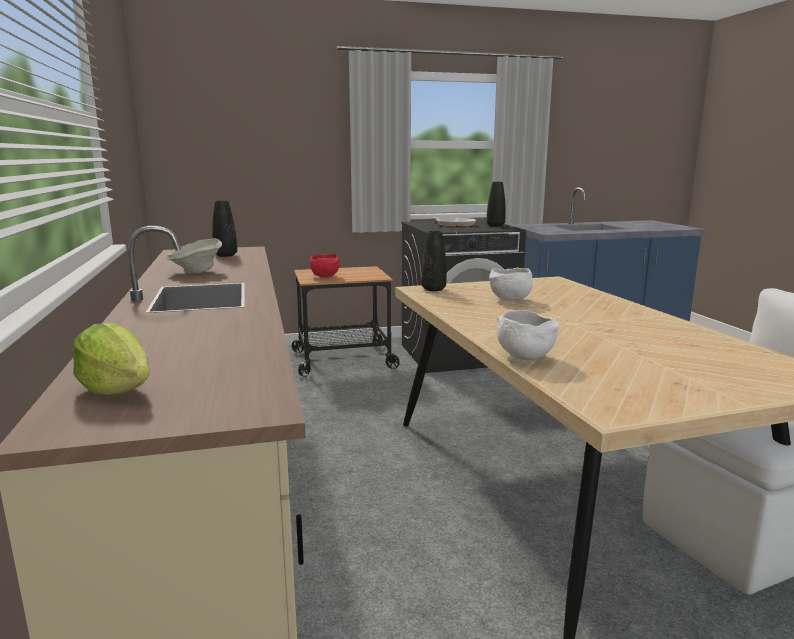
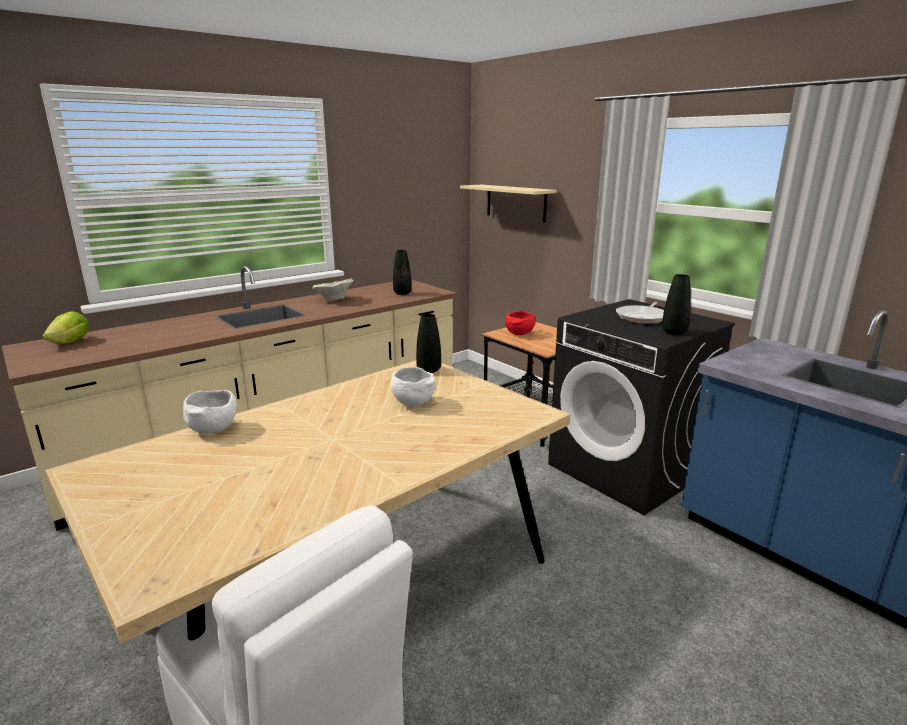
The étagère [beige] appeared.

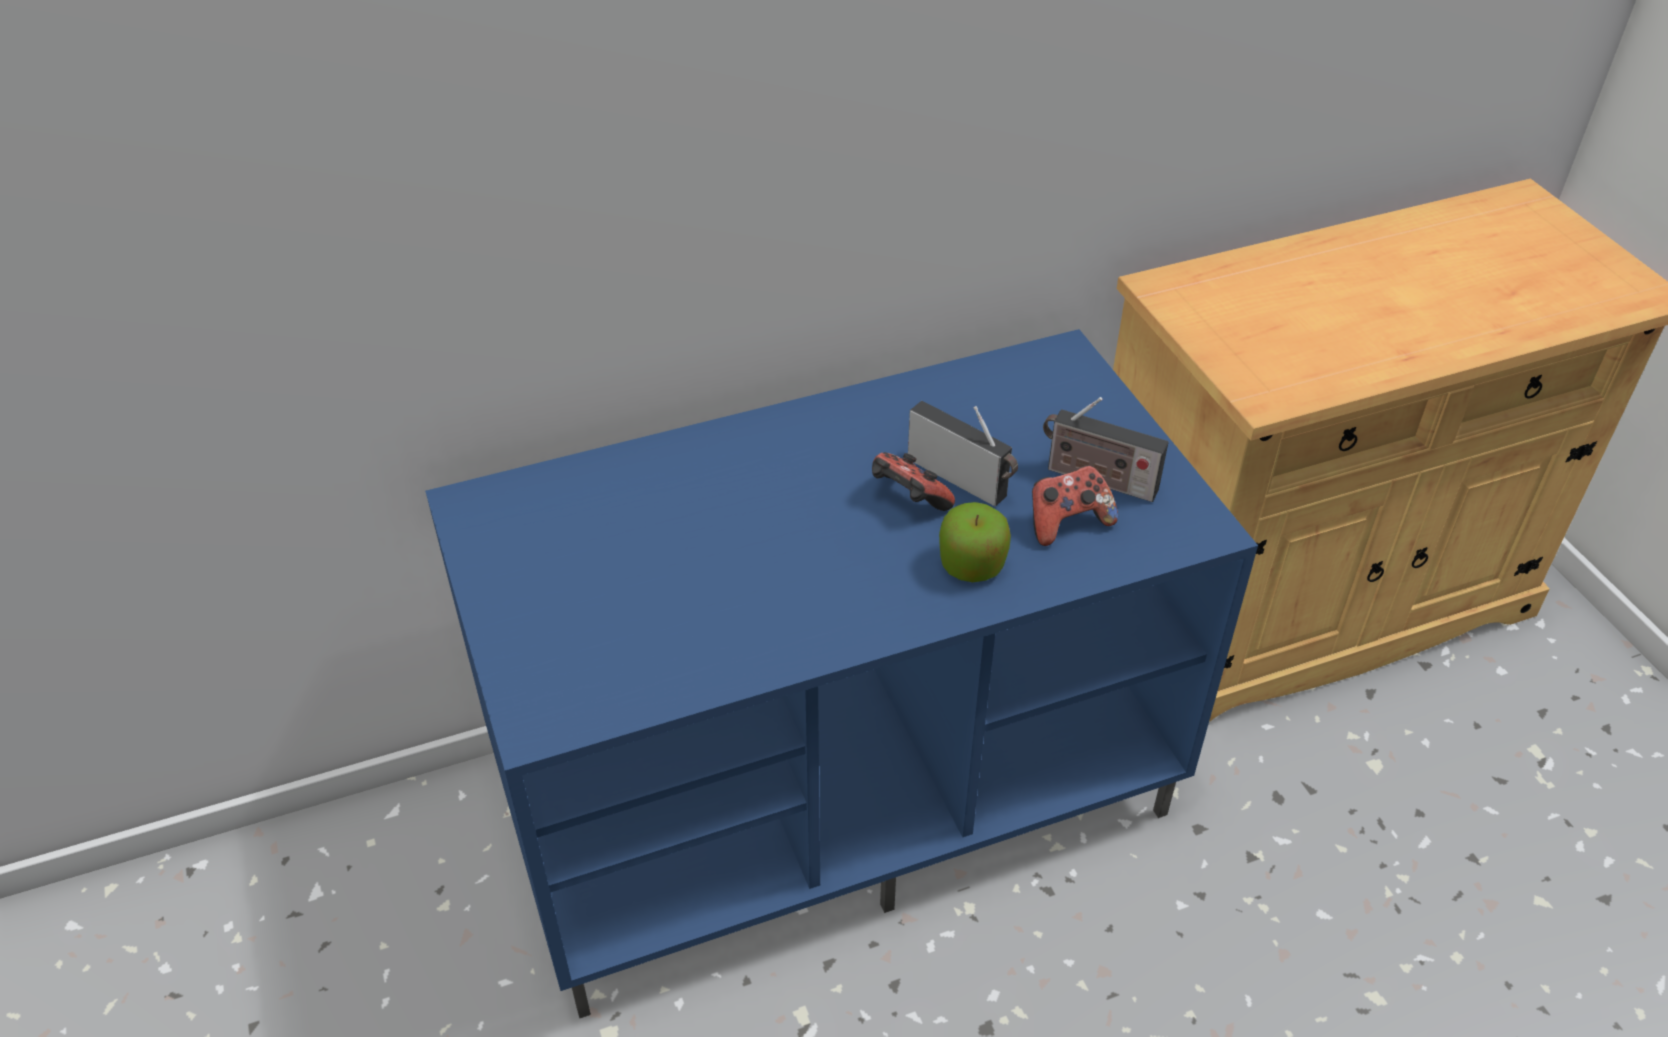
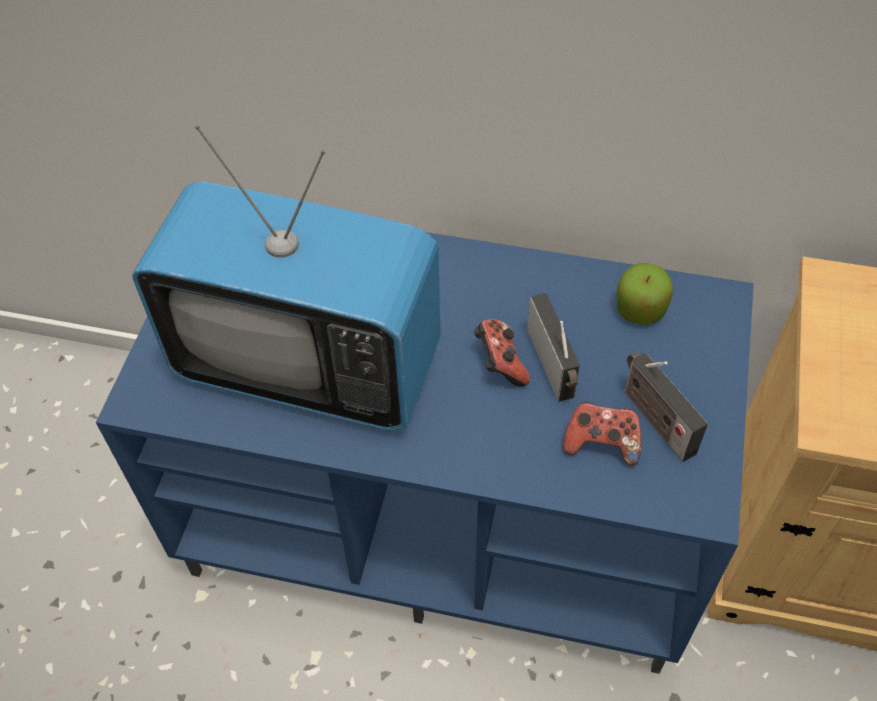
The téléviseur appeared.
The pomme moved.

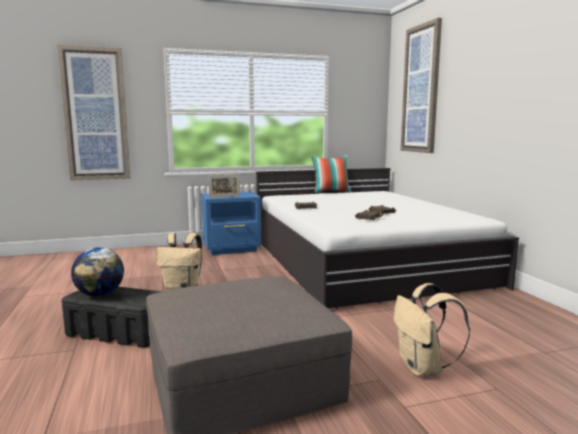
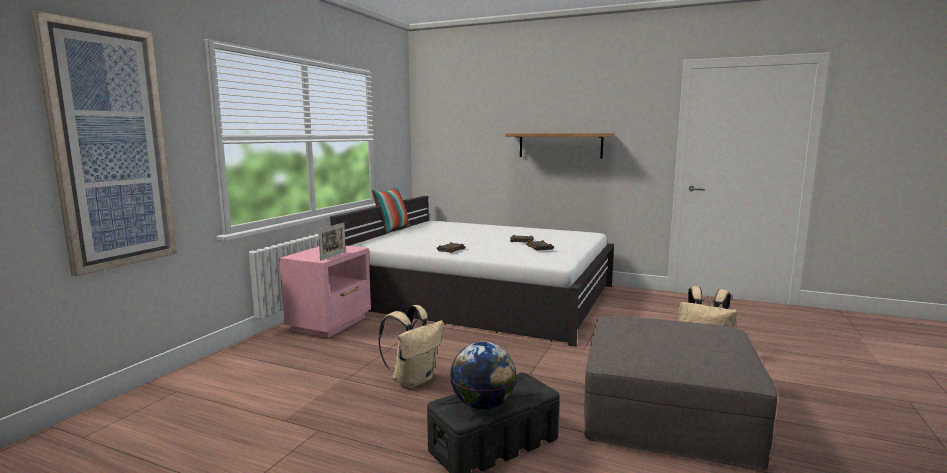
The table de chevet [bleu] became the table de chevet [rose].
The étagère appeared.
The tableau (2nd from left) disappeared.

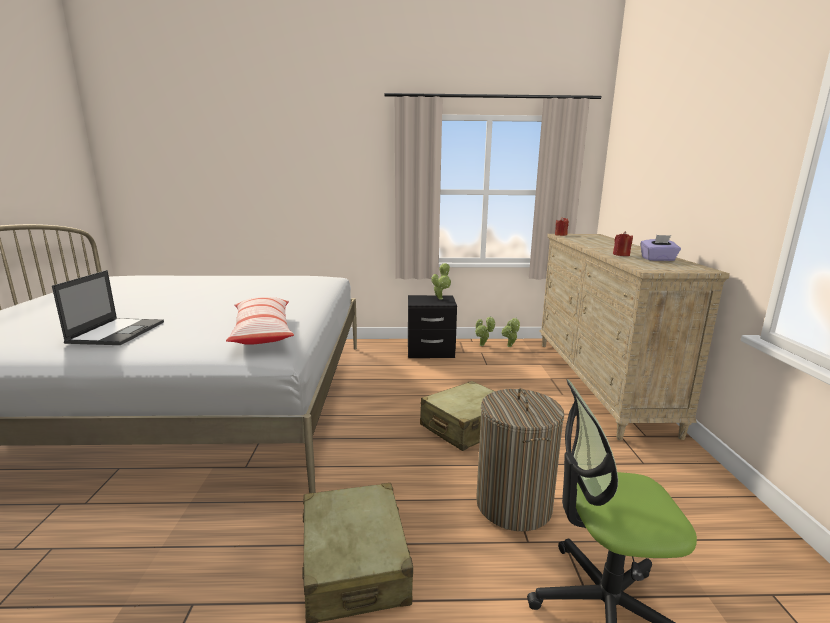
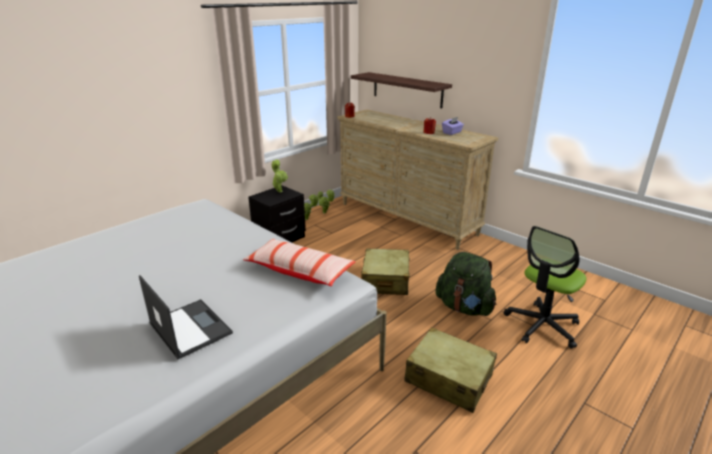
The étagère appeared.
The panier à linge was replaced by the sac à dos [vert].

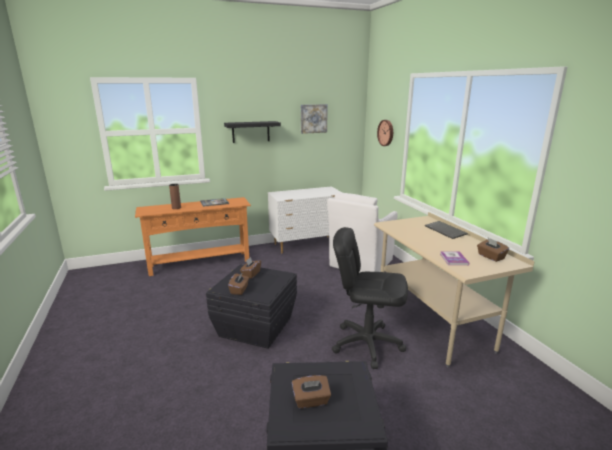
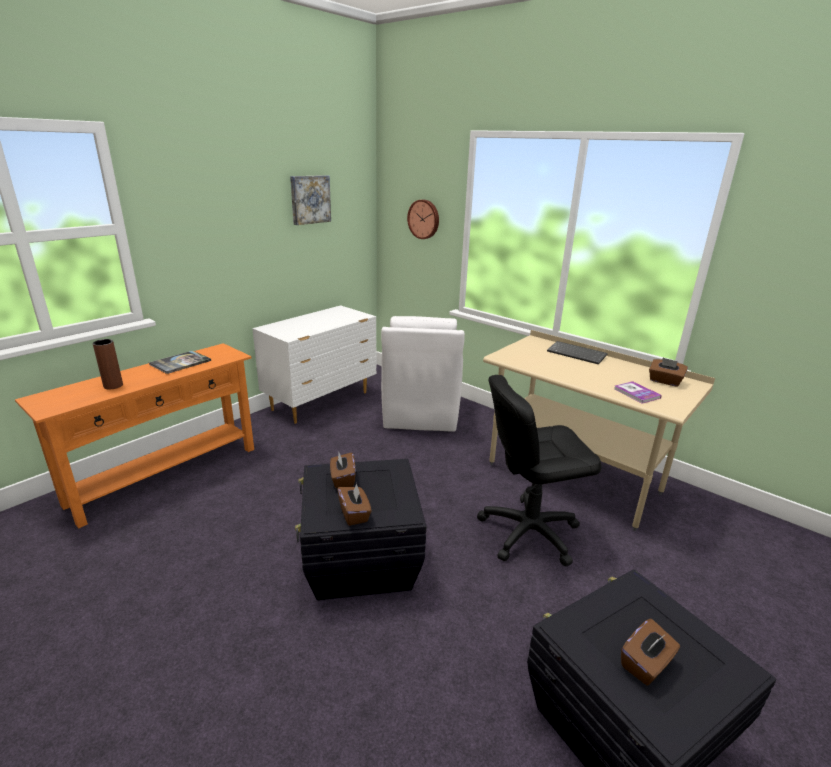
The étagère [noir] disappeared.

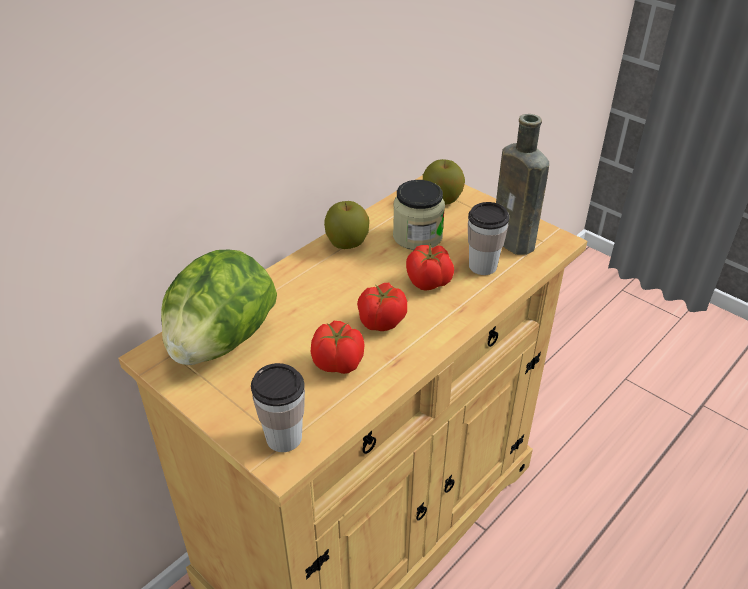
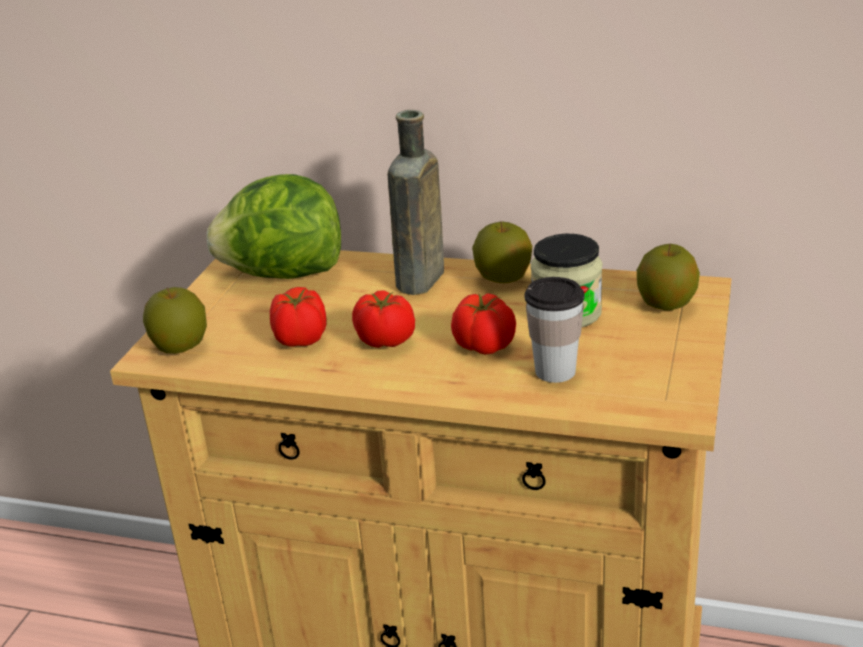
The tasse (1st from left) was replaced by the pomme (1st from left).
The bouteille [marron] moved.

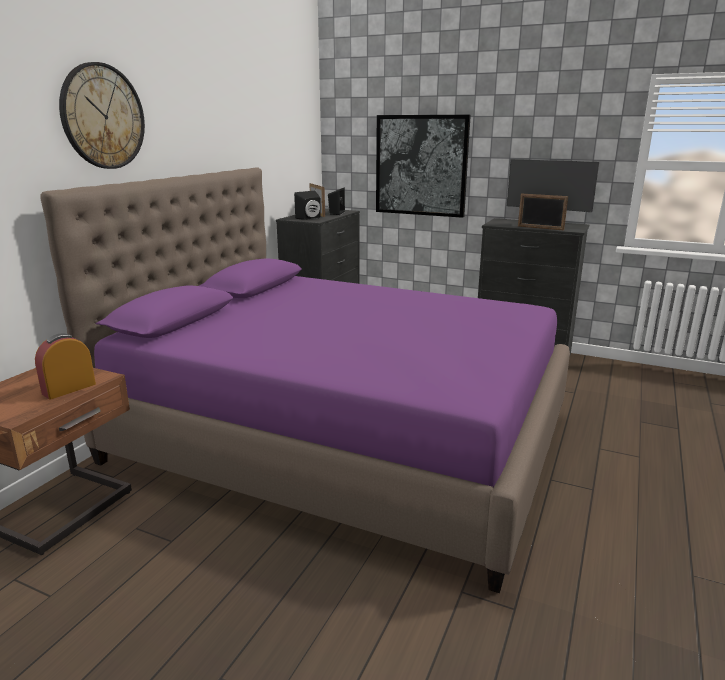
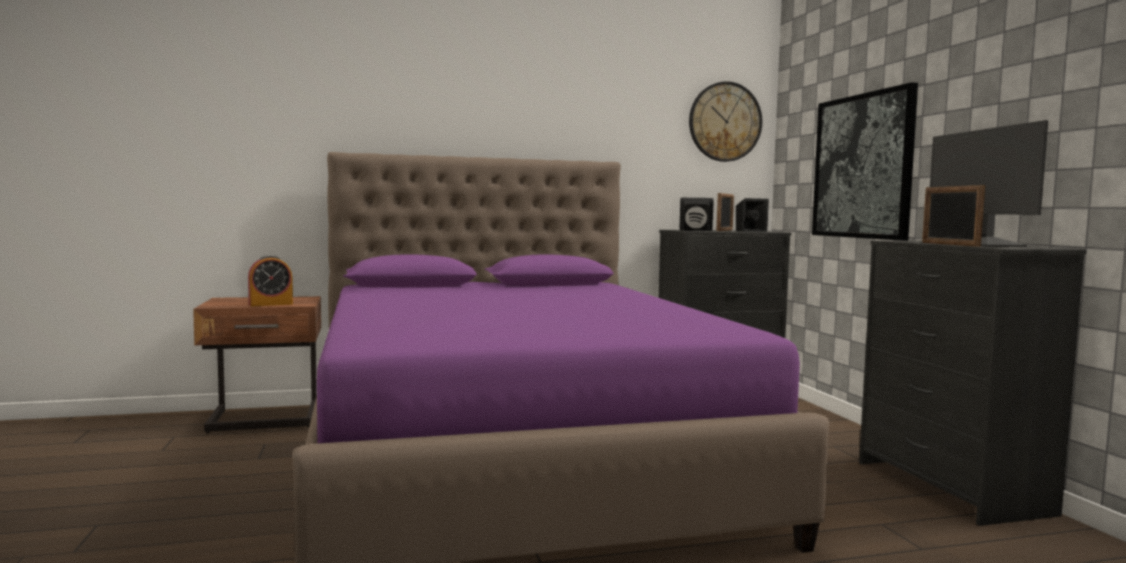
The réveil turned 150 degrees clockwise.
The horloge murale moved.

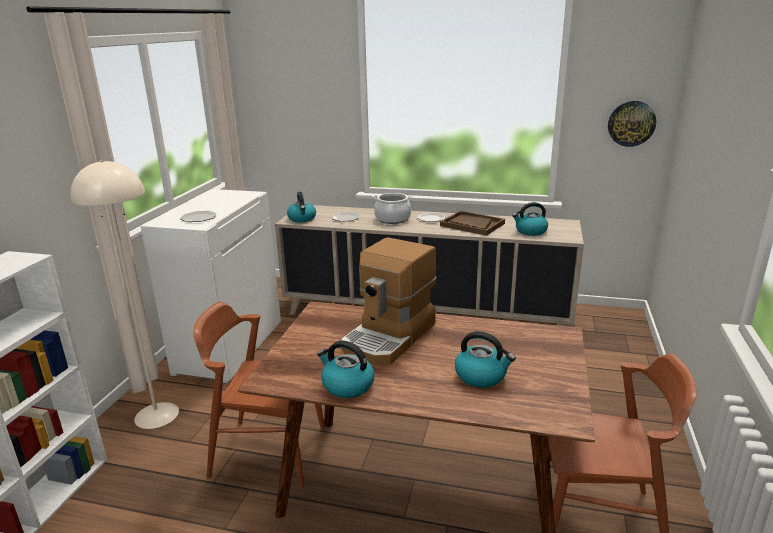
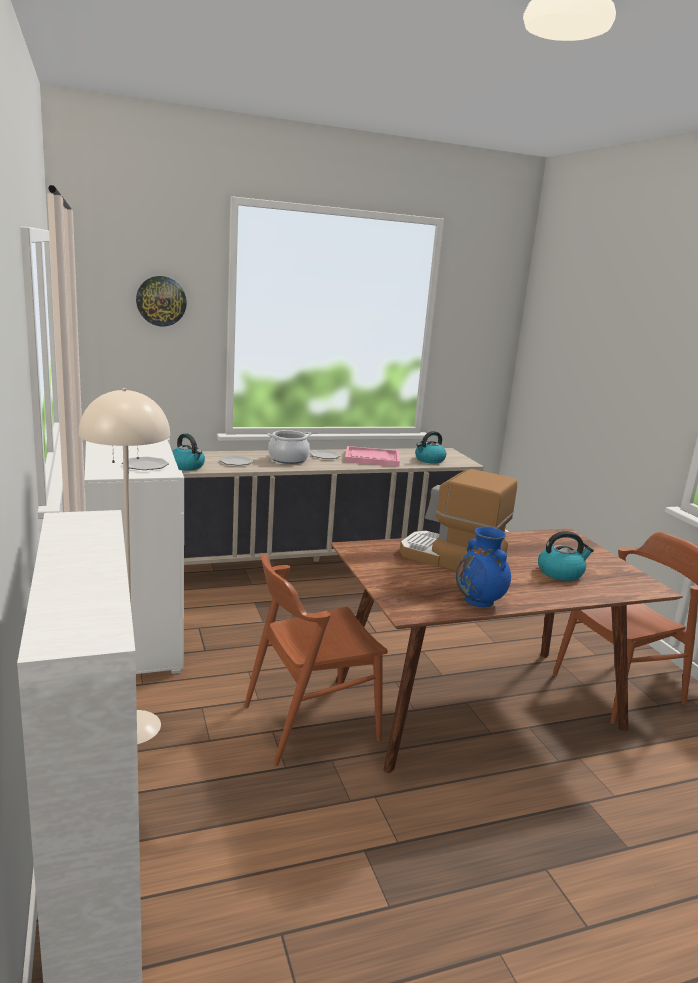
The horloge murale moved.
The plateau [marron] became the plateau [rose].
The machine à café turned 120 degrees clockwise.
The bouilloire (2nd from left) was replaced by the vase [bleu].

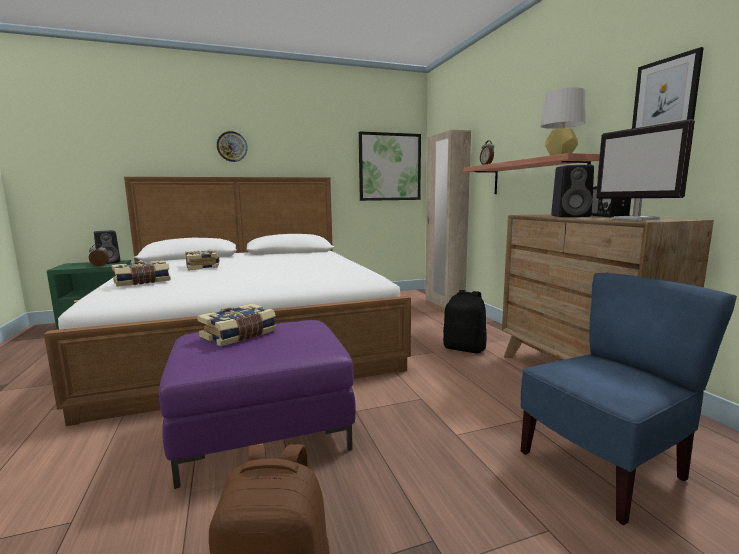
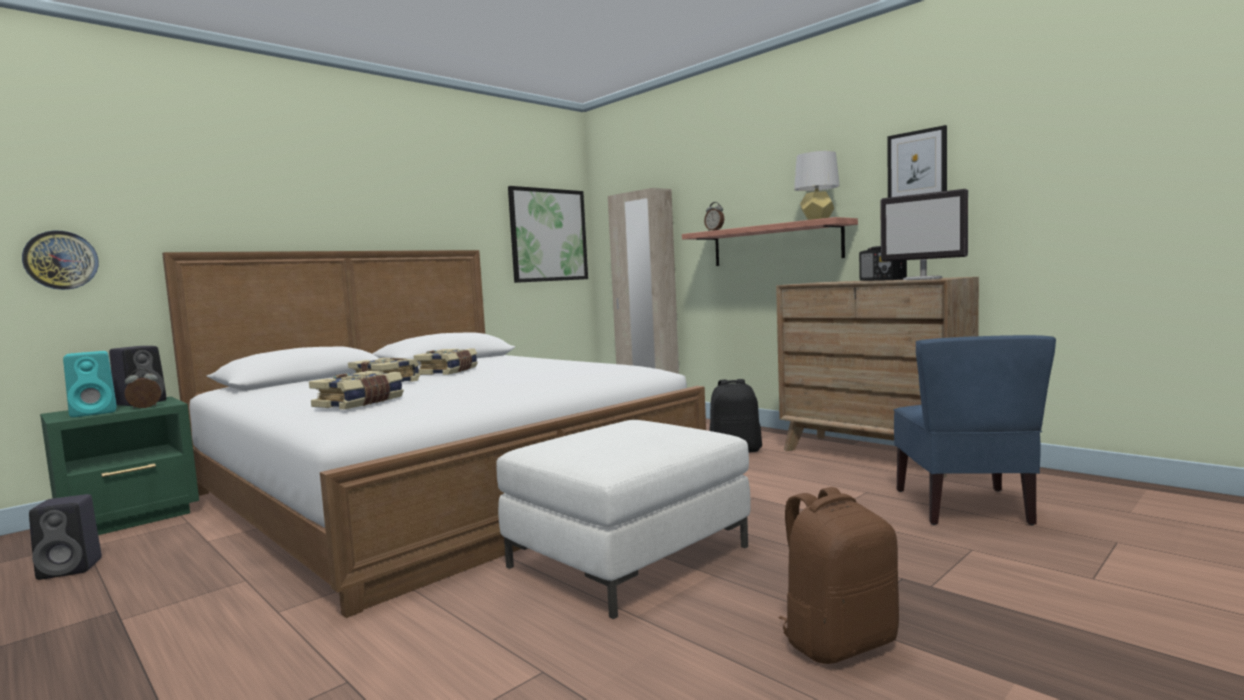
The horloge murale moved.
The enceinte [noir] (2nd from left in the first image) moved.
The enceinte [turquoise] appeared.
The livre (3rd from left) moved.
The pouf [violet] became the pouf [blanc].
The chaise [bleu] turned 150 degrees clockwise.

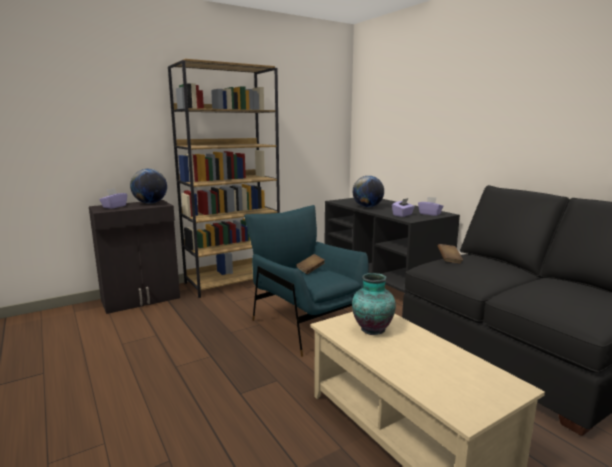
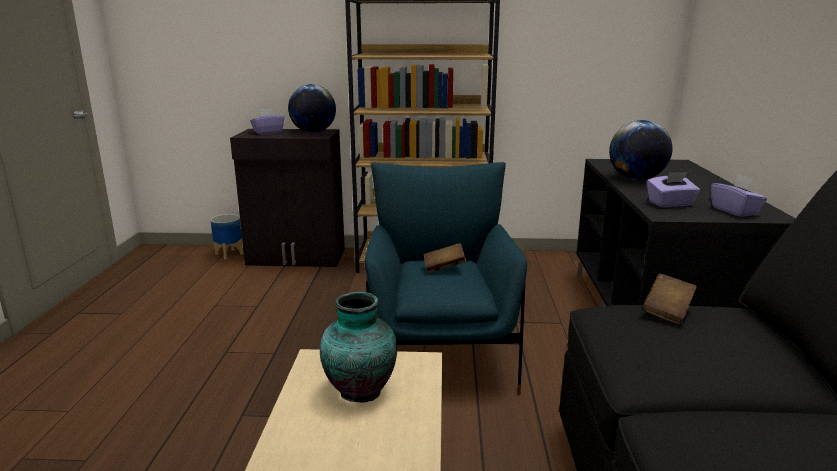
The cache-pot appeared.

